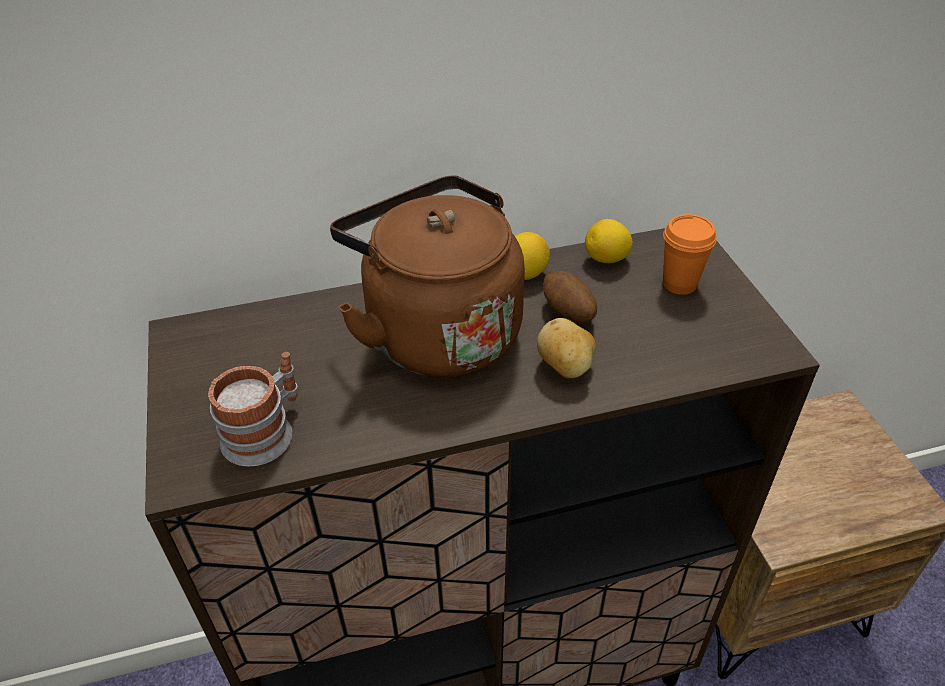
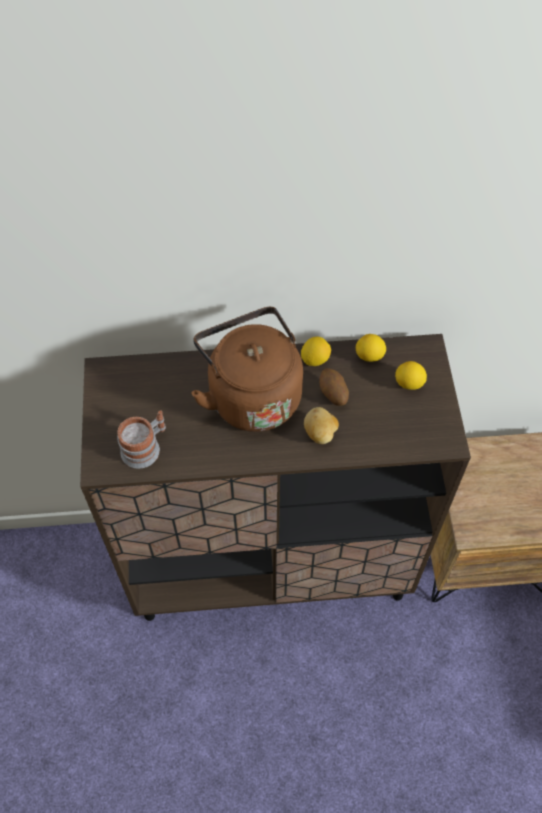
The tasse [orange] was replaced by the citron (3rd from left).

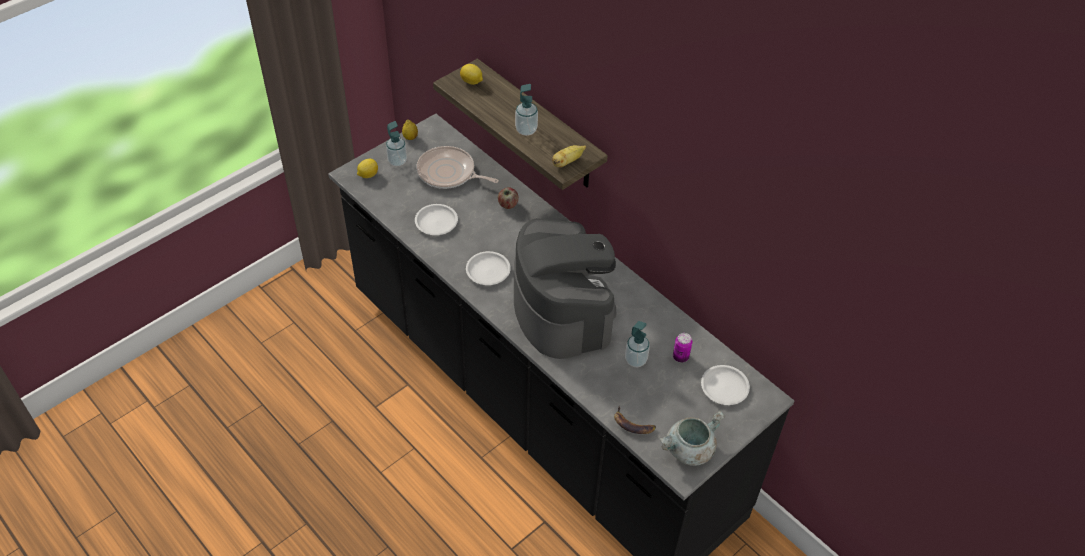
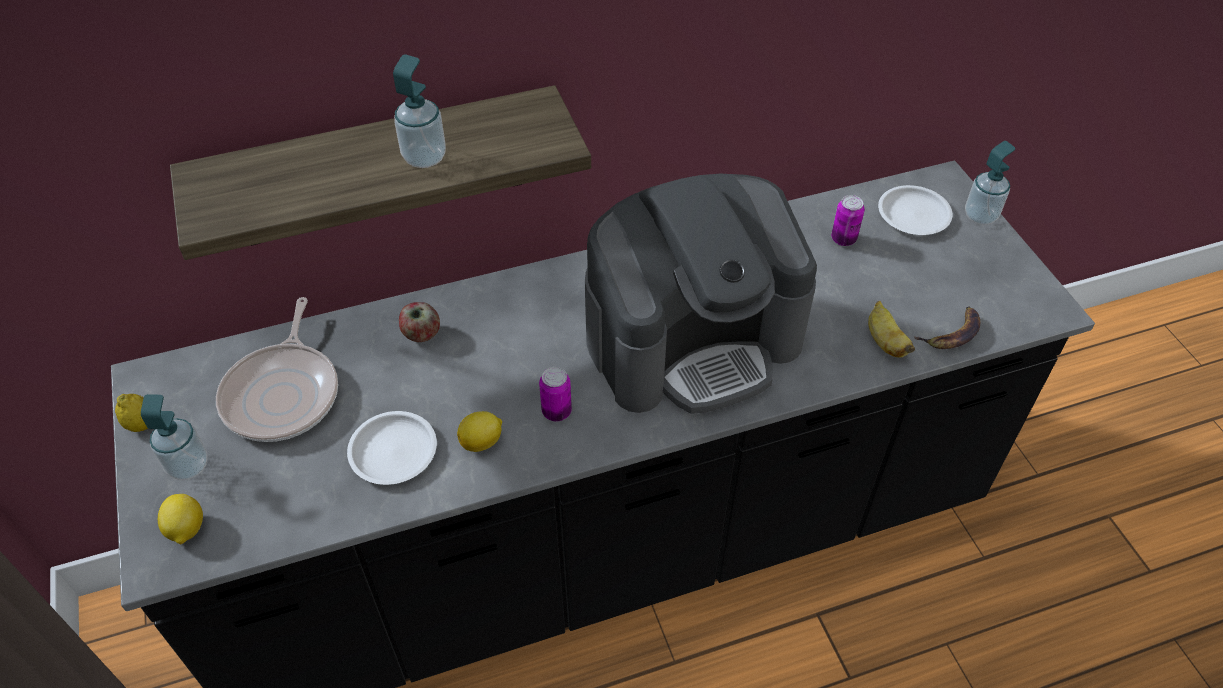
The poêle turned 45 degrees counterclockwise.
The citron (3rd from left) moved.
The assiette [blanc] (2nd from left) was replaced by the boîte métallique (1st from left).
The machine à café turned 150 degrees clockwise.
The banane (1st from left) moved.
The distributeur de savon (3rd from left) moved.
The marmite [gris] disappeared.

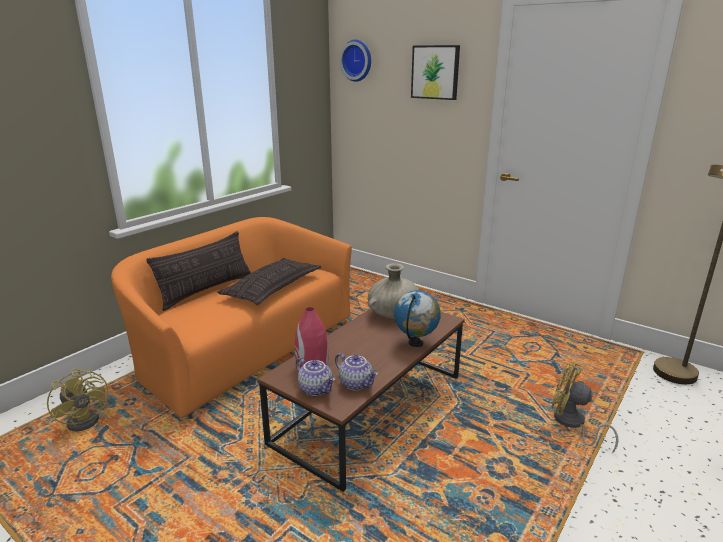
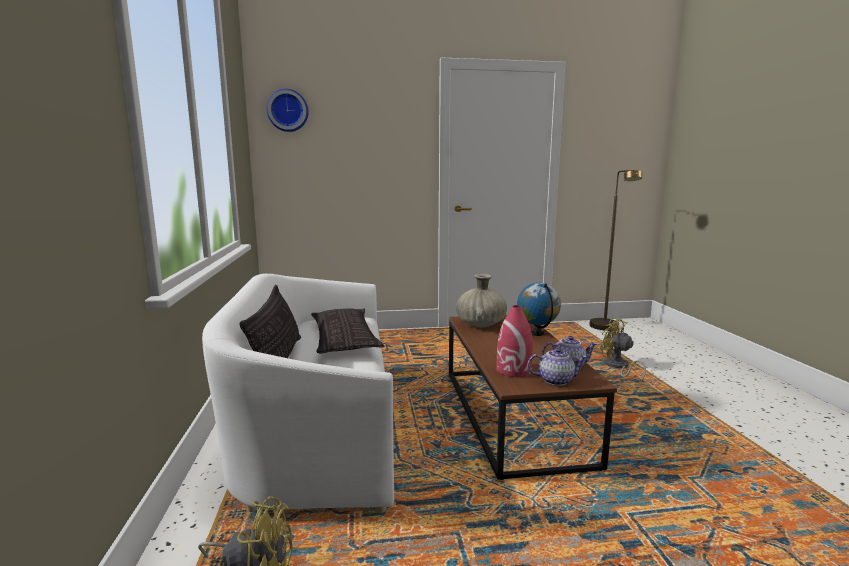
The canapé [orange] became the canapé [blanc].
The ventilateur [jaune] (2nd from left) turned 60 degrees clockwise.
The tableau disappeared.

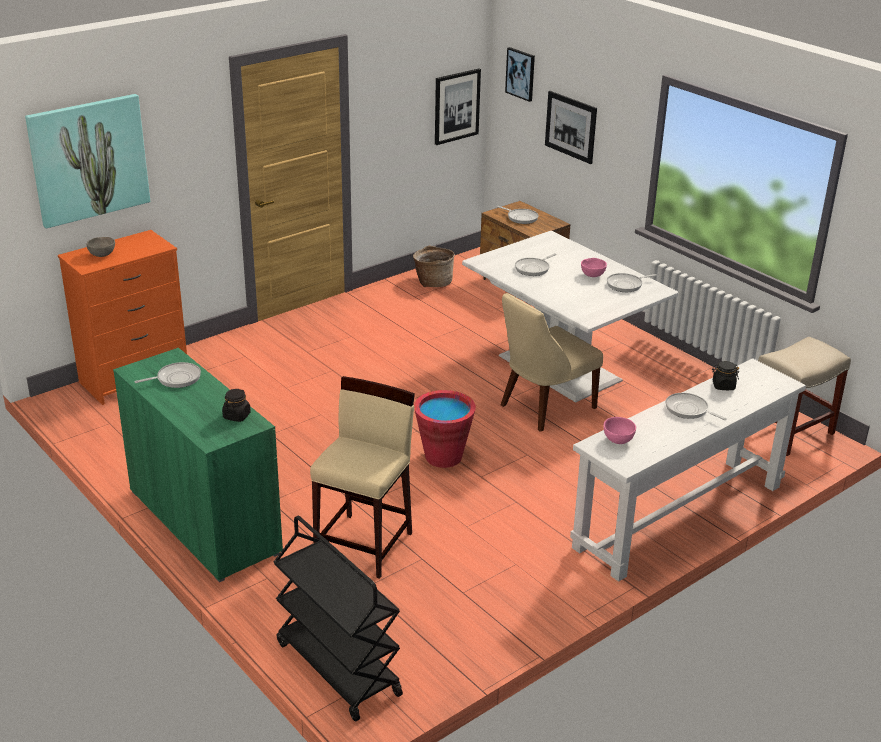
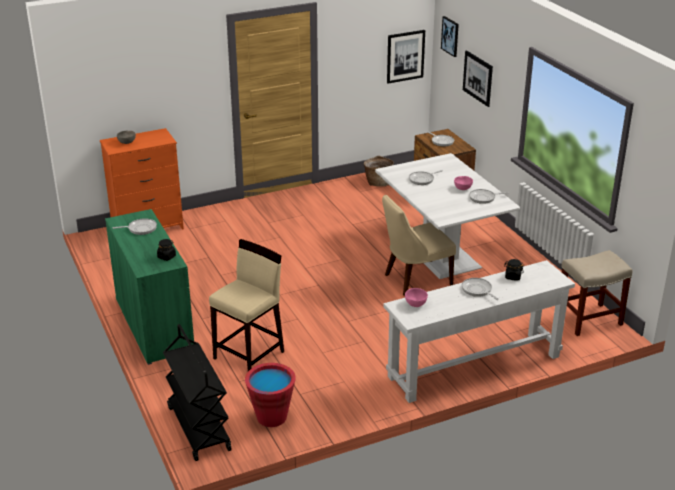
The seau [rouge] moved.
The tableau (1st from left) disappeared.

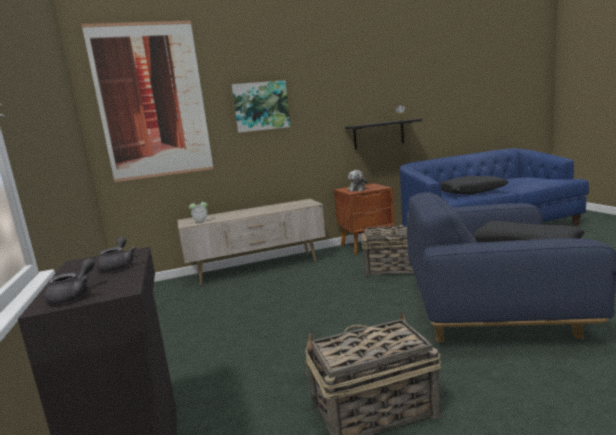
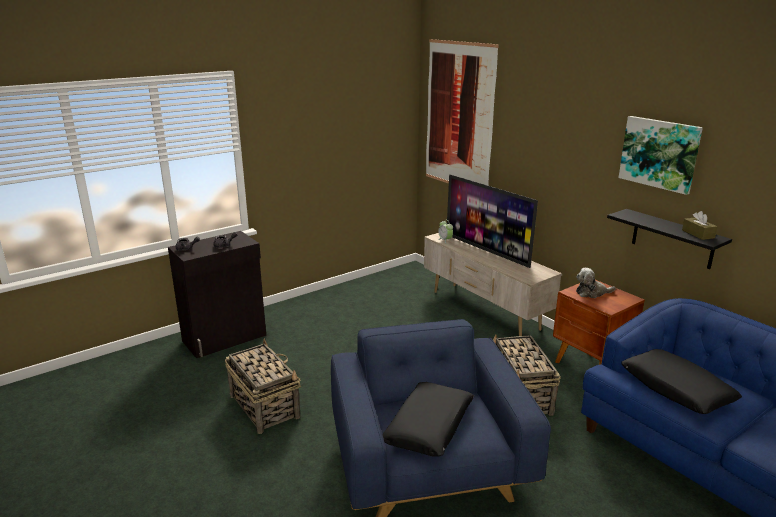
The téléviseur appeared.
The tableau (2nd from left) moved.

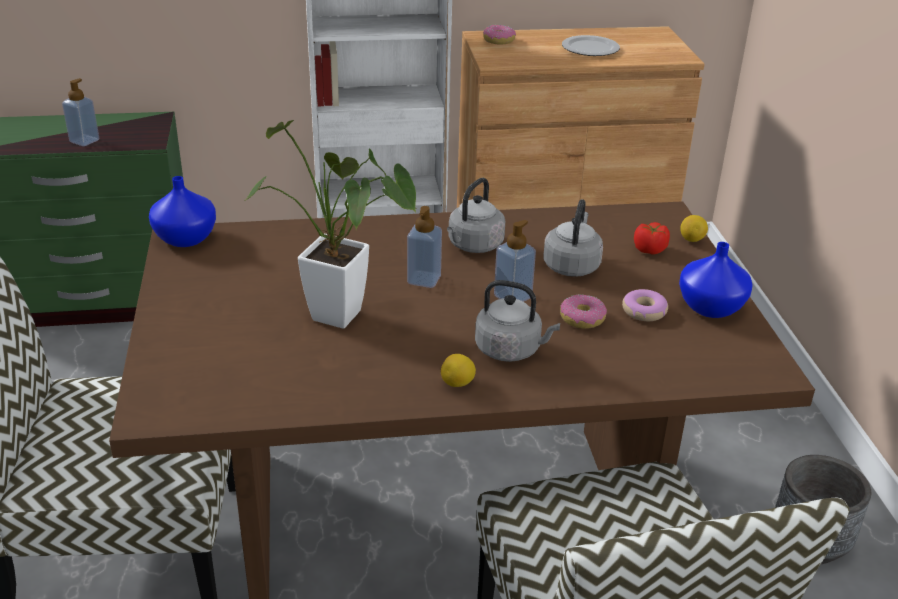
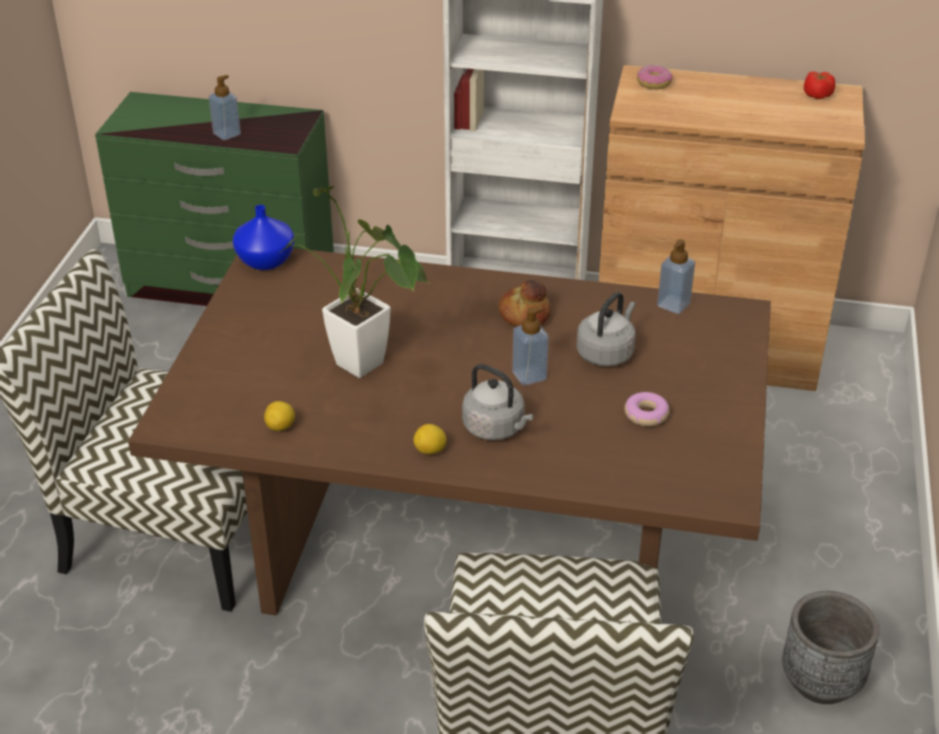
The citron (2nd from left in the first image) moved.
The bouilloire [gris] (1st from left) was replaced by the pain.
The distributeur de savon (2nd from left in the first image) moved.
The tomate moved.
The beignet (2nd from left) disappeared.
The assiette disappeared.
The vase [bleu] (2nd from left) disappeared.

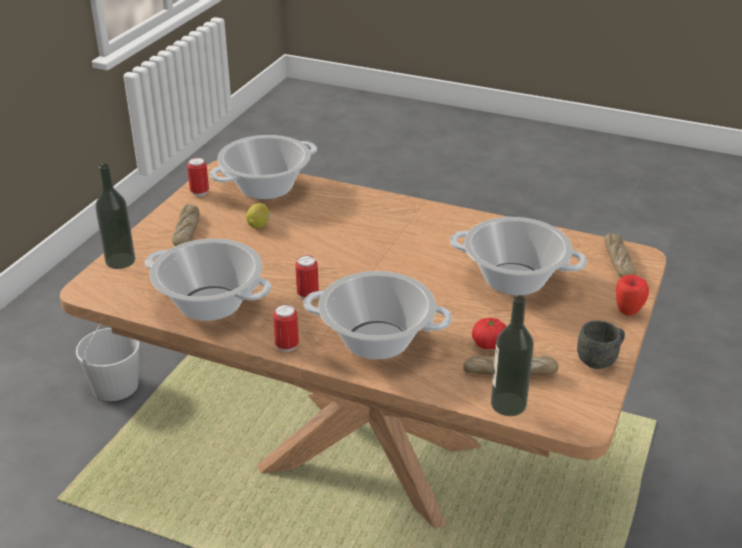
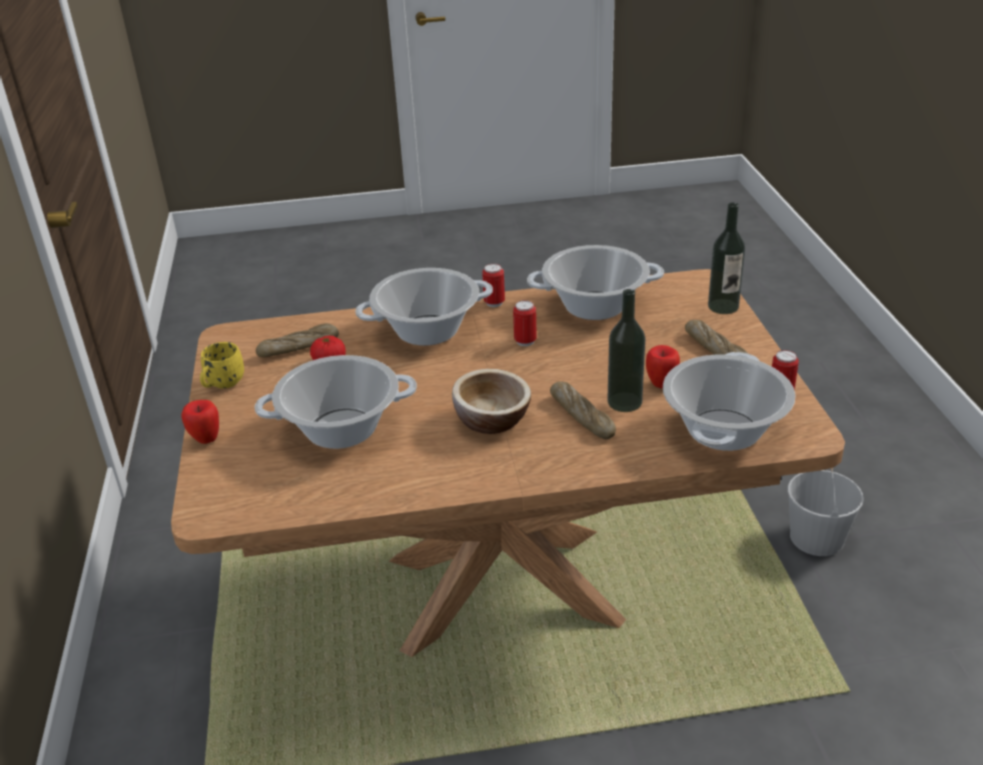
The mug [gris] became the mug [jaune].
The bol appeared.
The pain (3rd from left in the first image) moved.
The bouteille (2nd from left in the first image) moved.
The citron was replaced by the pomme (2nd from left).

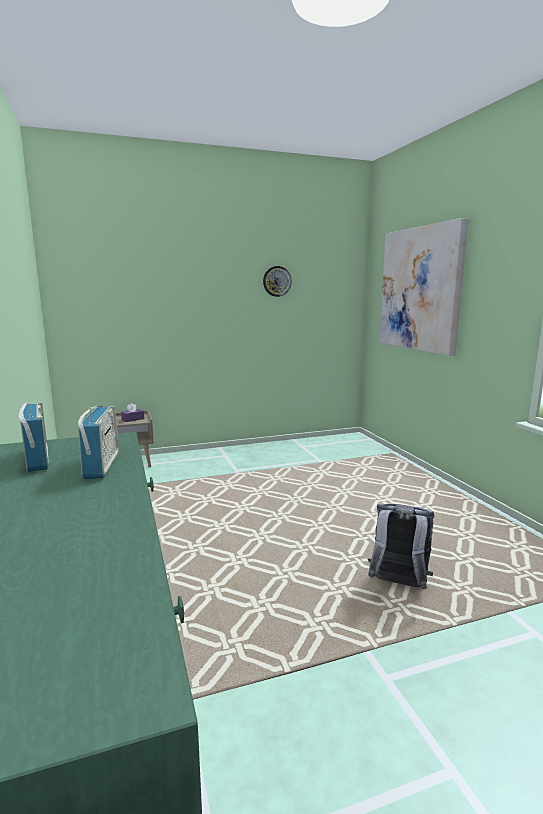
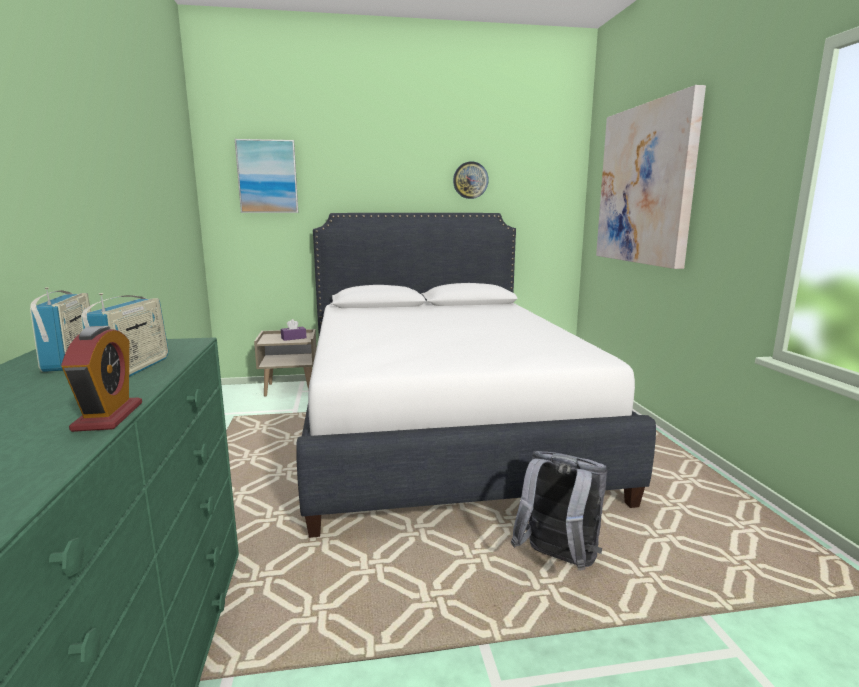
The réveil appeared.
The tableau (1st from left) appeared.
The lit [blanc] appeared.

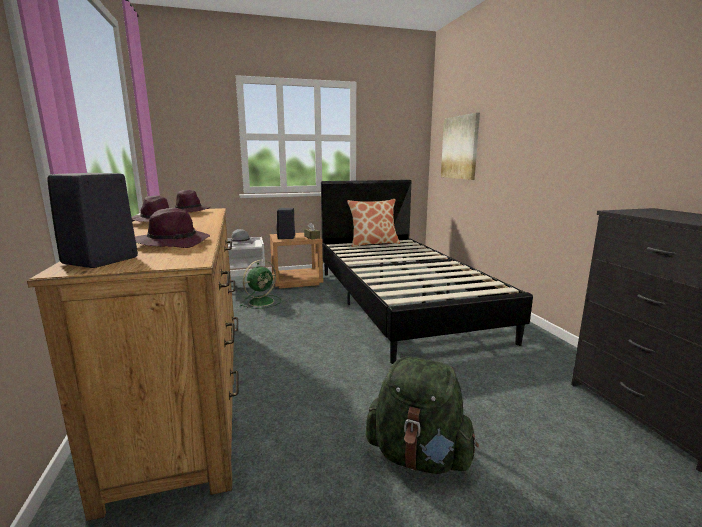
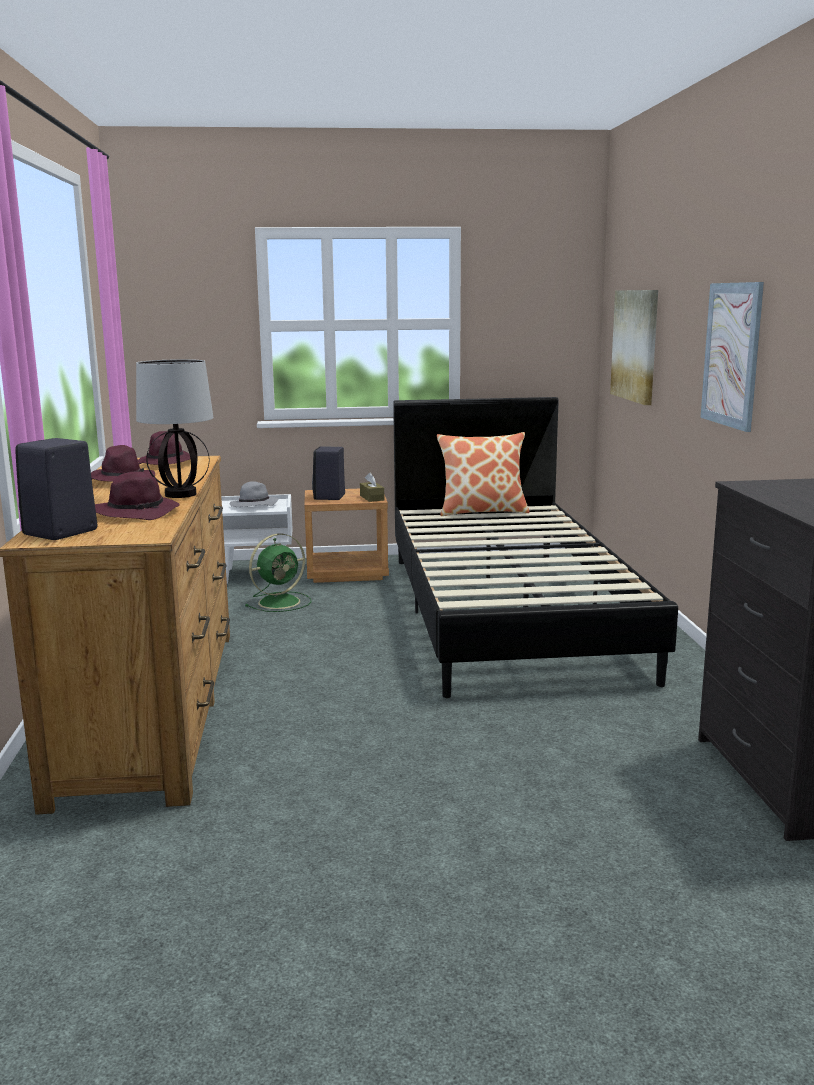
The lampe de table appeared.
The tableau (2nd from left) appeared.
The sac à dos [vert] disappeared.

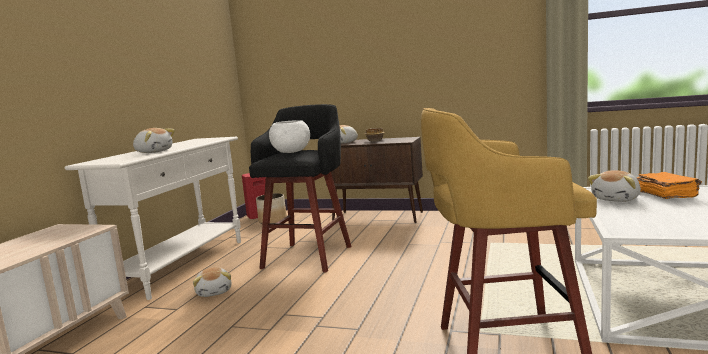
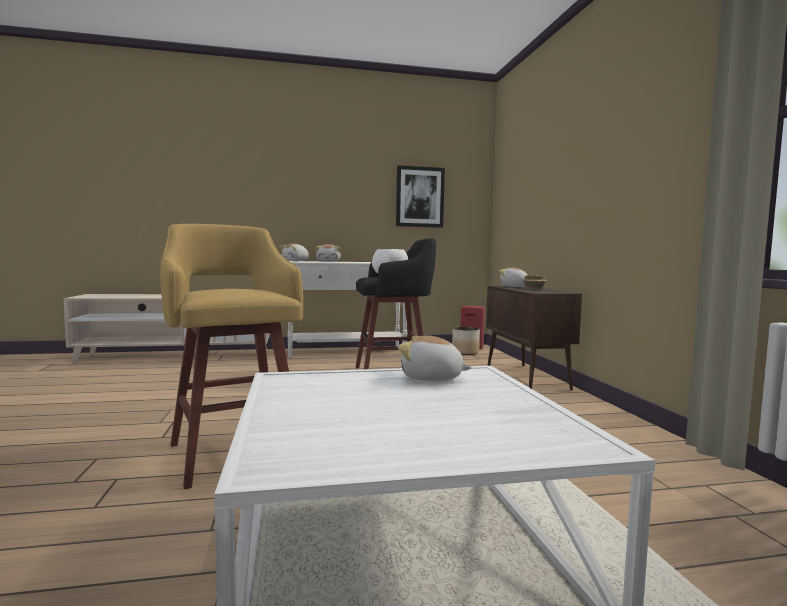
The peluche (2nd from left in the first image) moved.
The tableau appeared.
The livre [orange] disappeared.

